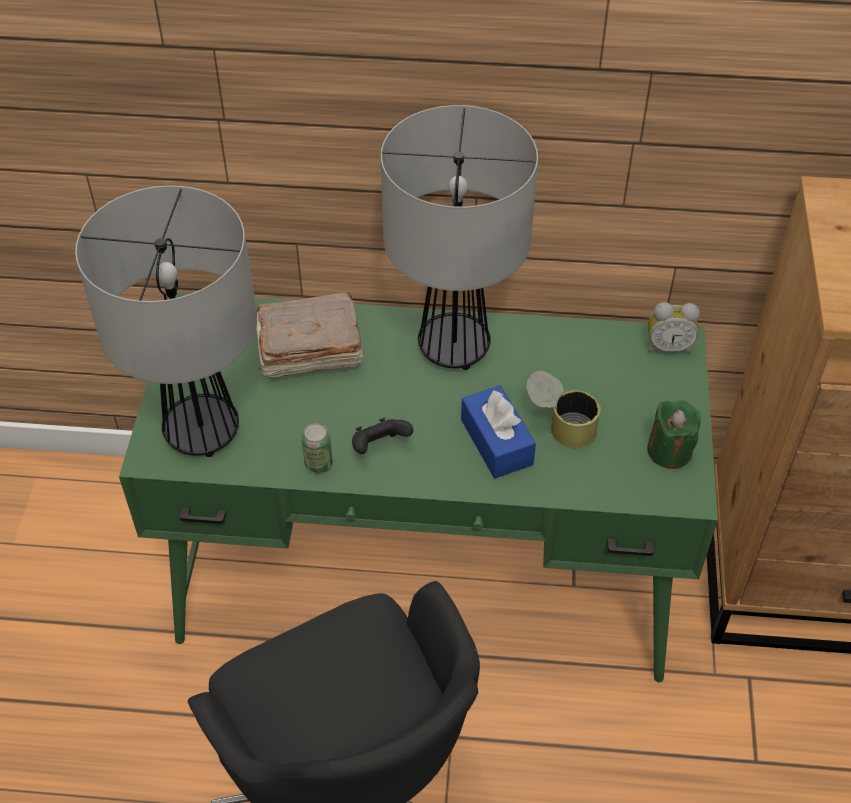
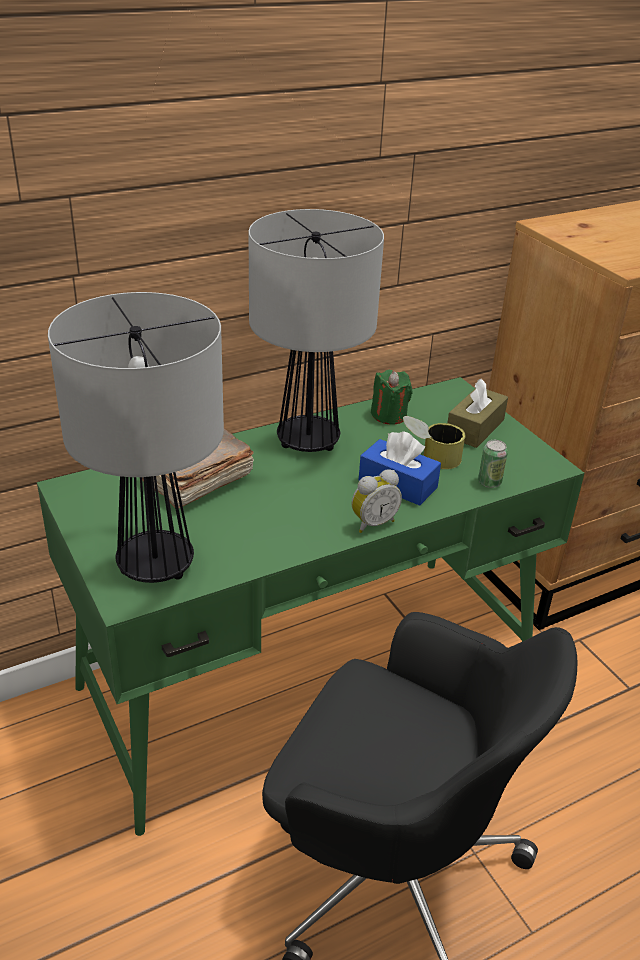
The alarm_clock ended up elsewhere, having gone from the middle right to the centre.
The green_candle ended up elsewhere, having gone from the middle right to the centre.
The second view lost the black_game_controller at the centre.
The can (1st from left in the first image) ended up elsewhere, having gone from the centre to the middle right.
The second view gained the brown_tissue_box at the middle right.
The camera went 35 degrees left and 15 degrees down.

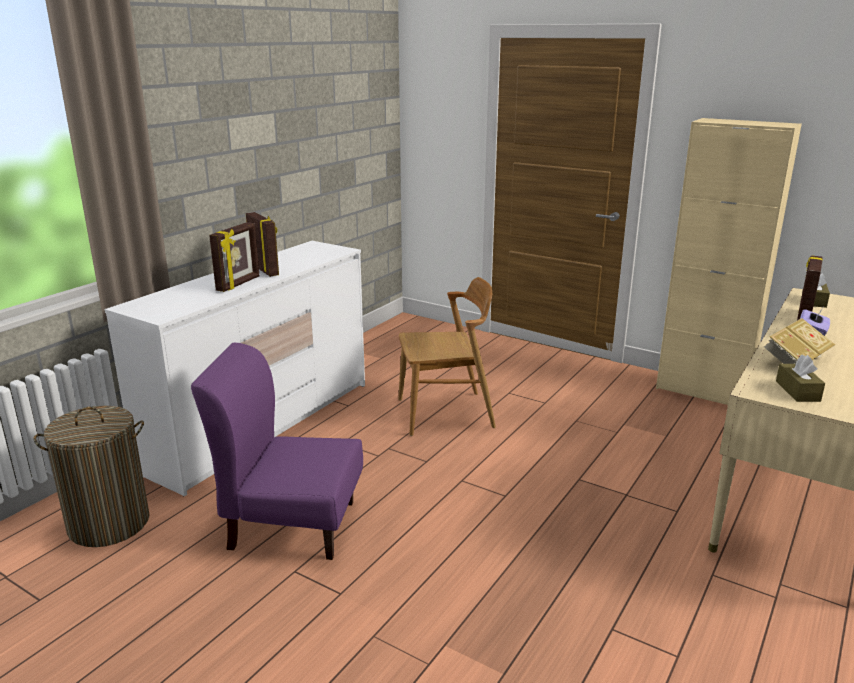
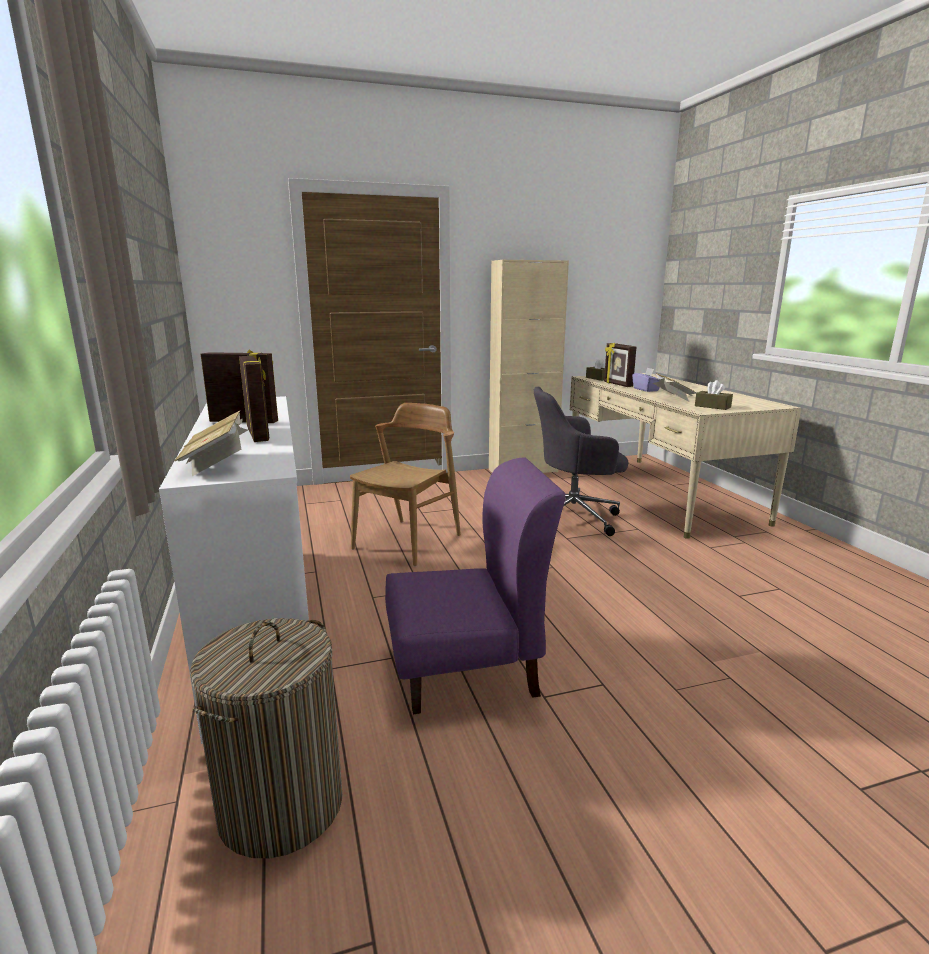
The purple_chair at the middle left ended up facing another way, 150 degrees counterclockwise from before.
The second view gained the grey_office_chair at the centre.
The second view gained the book (1st from left) at the middle left.
The camera went 50 degrees left and 5 degrees down.

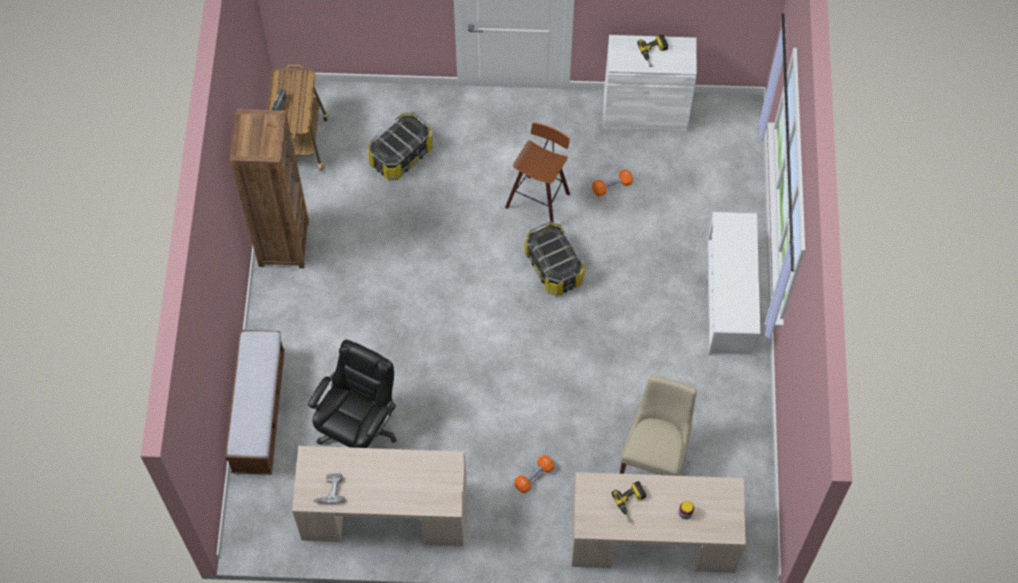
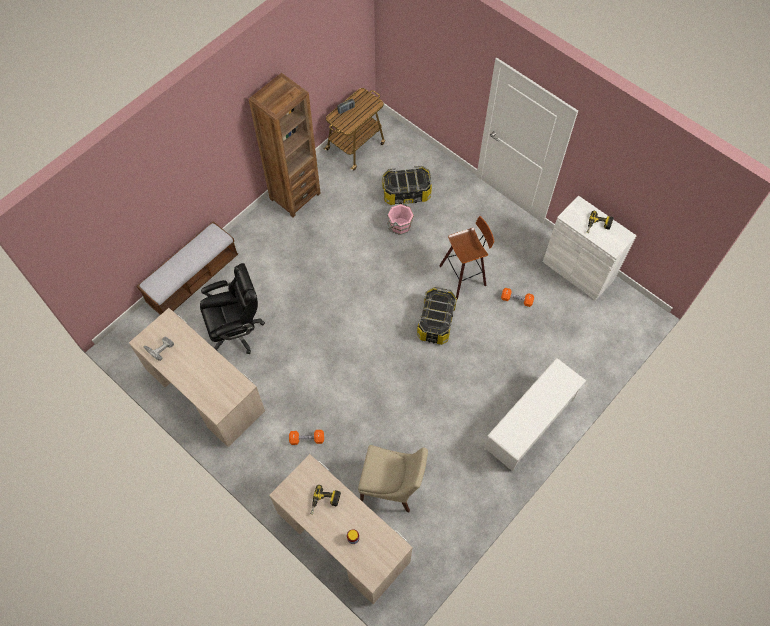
The beige_chair at the bottom centre ended up facing another way, 45 degrees clockwise from before.
The second view gained the pink_bucket at the centre.
The camera went 40 degrees right and 0 degrees up.

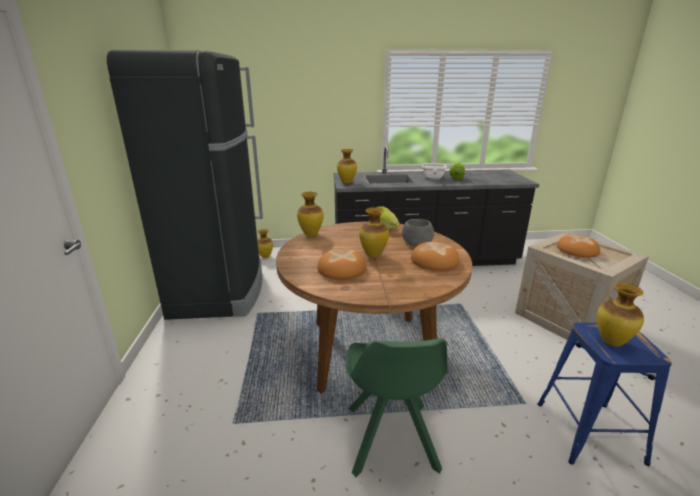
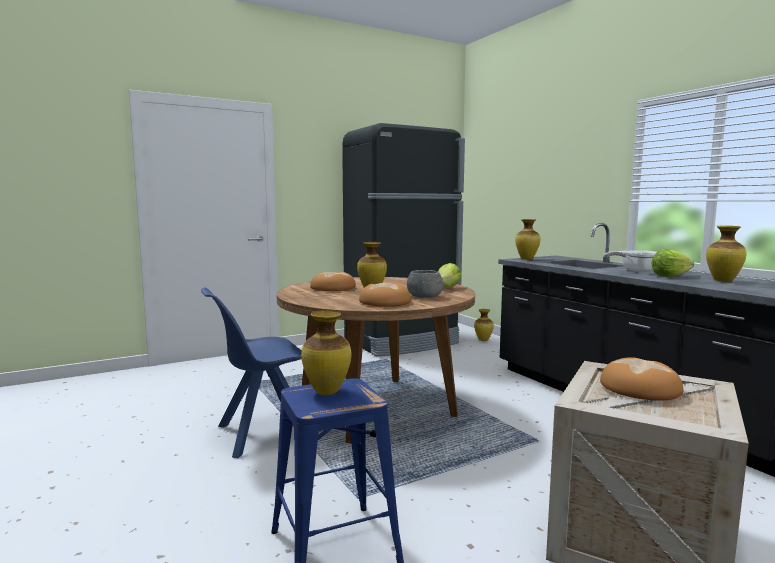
The vase (2nd from left in the first image) ended up elsewhere, having gone from the centre to the middle right.
What was the green_chair at the bottom centre turned into the blue_chair at the middle left.
The camera went 65 degrees right and 15 degrees down.

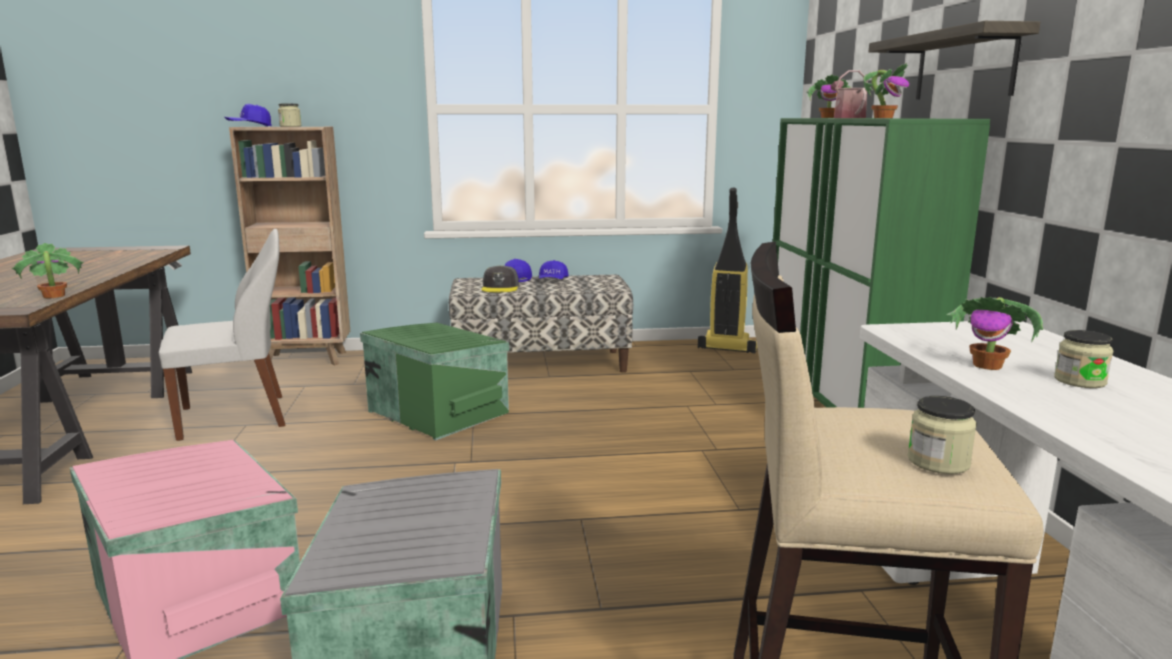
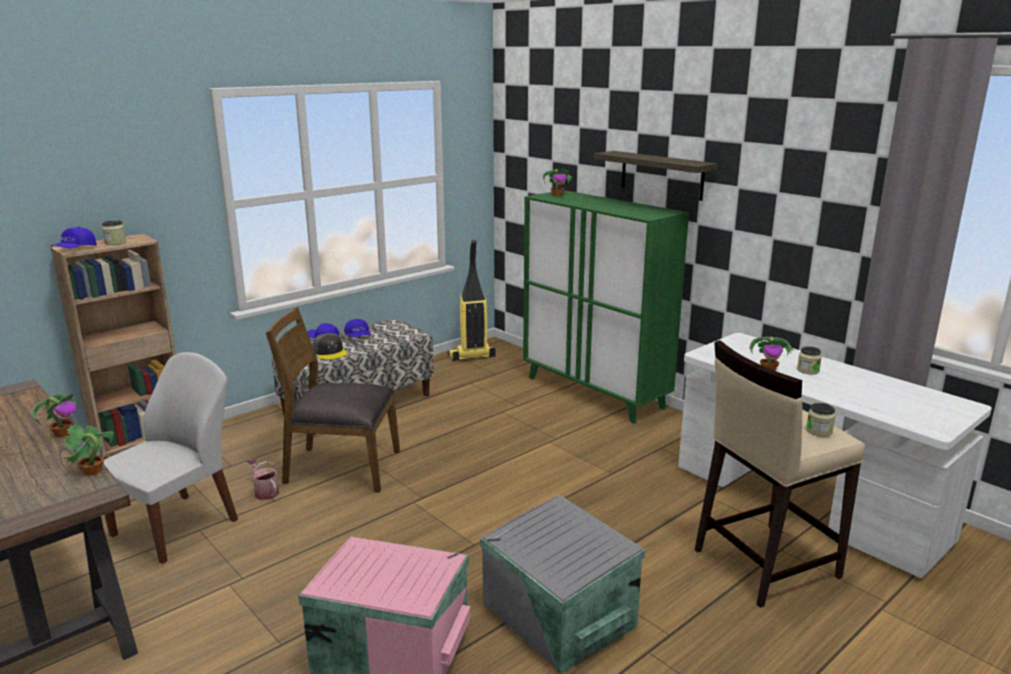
The potted_plant (3rd from left in the first image) ended up elsewhere, having gone from the top right to the middle left.
The watering_can ended up elsewhere, having gone from the top right to the bottom left.
Where the green_storage_box stood at the centre, the brown_chair came to stand at the middle left.
The camera went 35 degrees left and 5 degrees up.

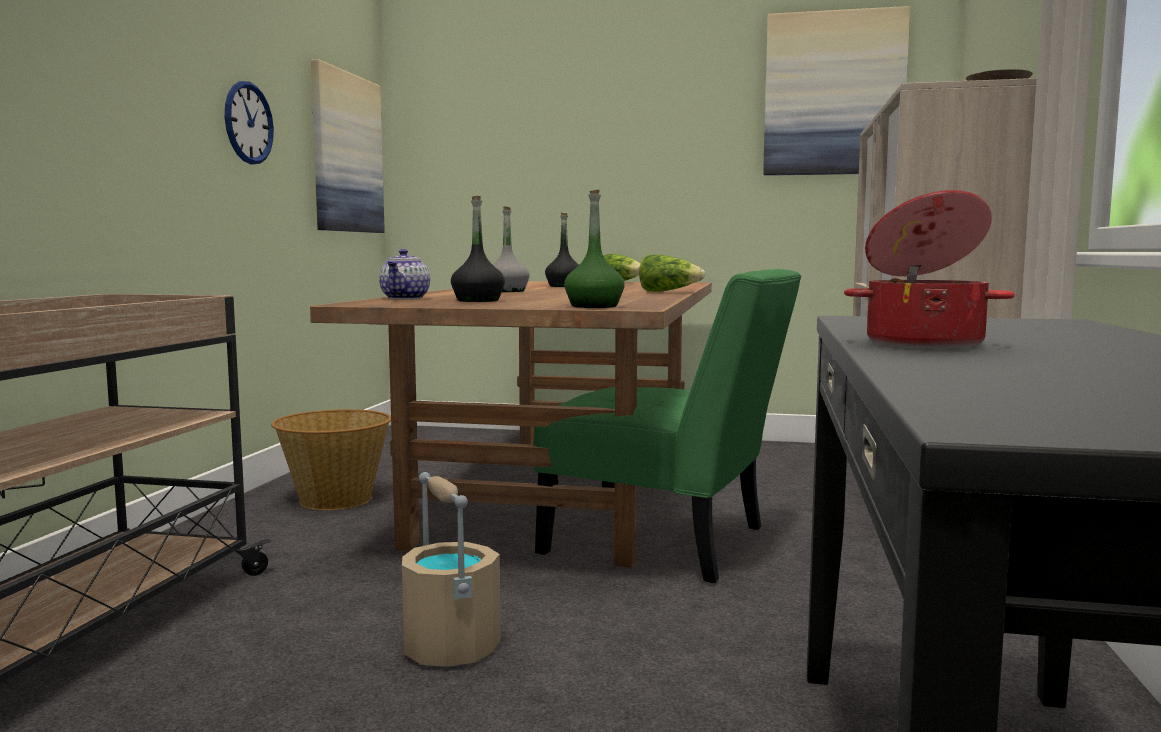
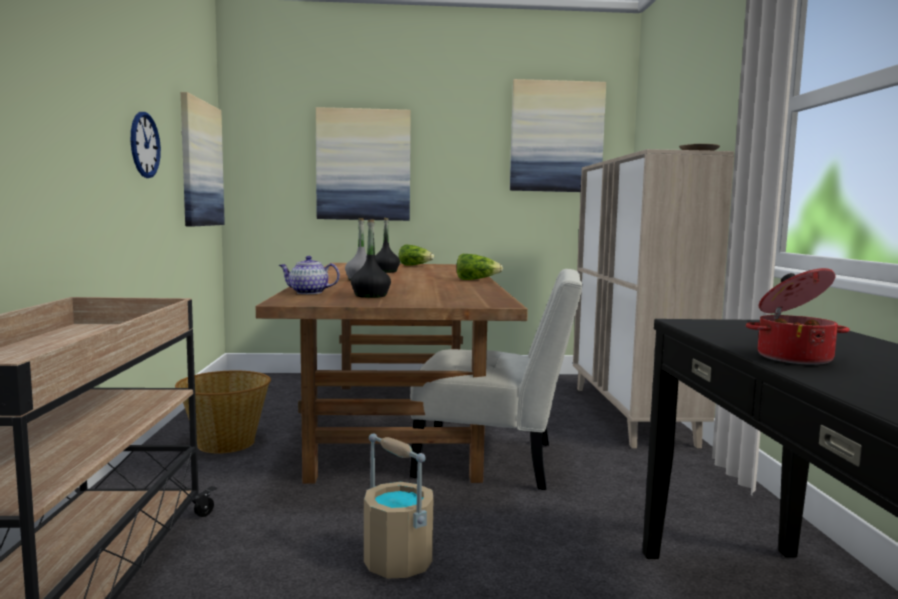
The second view lost the green_bottle at the centre.
The teapot at the centre ended up facing another way, 105 degrees clockwise from before.
What was the green_chair at the centre turned into the white_chair at the centre.
The second view gained the picture (2nd from left) at the top centre.
The camera went 15 degrees left and 0 degrees up.

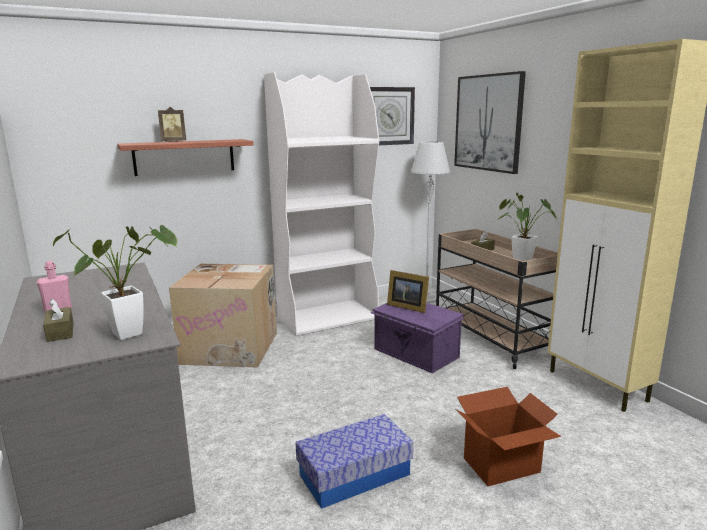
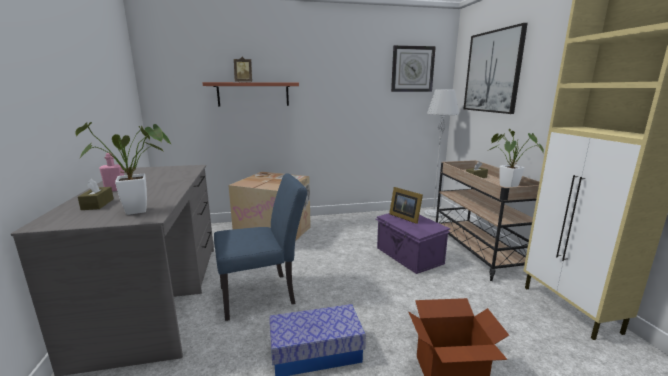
The second view lost the white_bookcase at the centre.
The second view gained the blue_chair at the centre.
The camera went 15 degrees right and 0 degrees up.

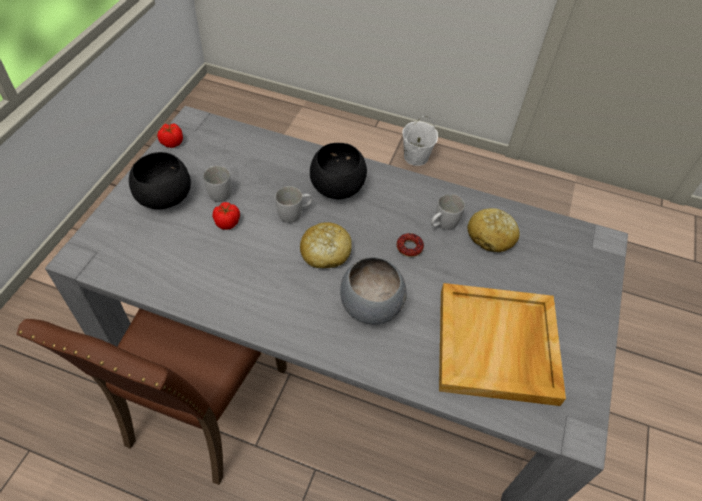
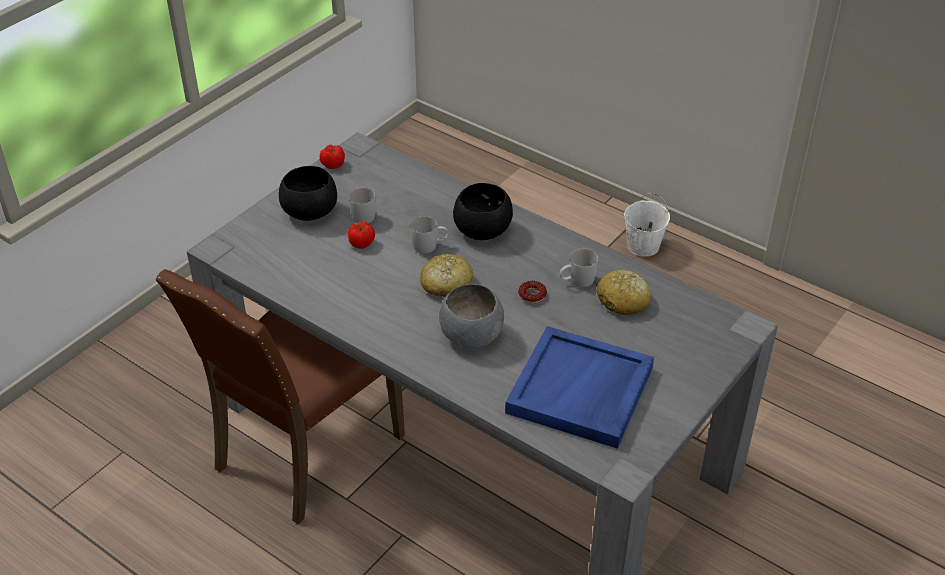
What was the beige_tray at the bottom right turned into the blue_tray at the bottom centre.
The camera went 20 degrees right and 10 degrees down.

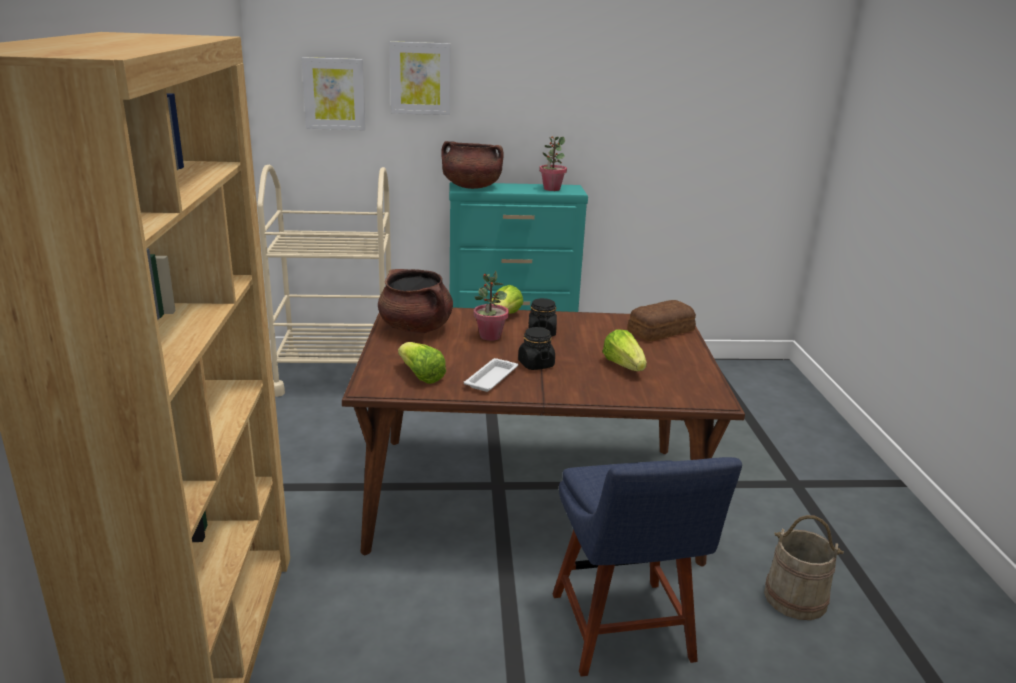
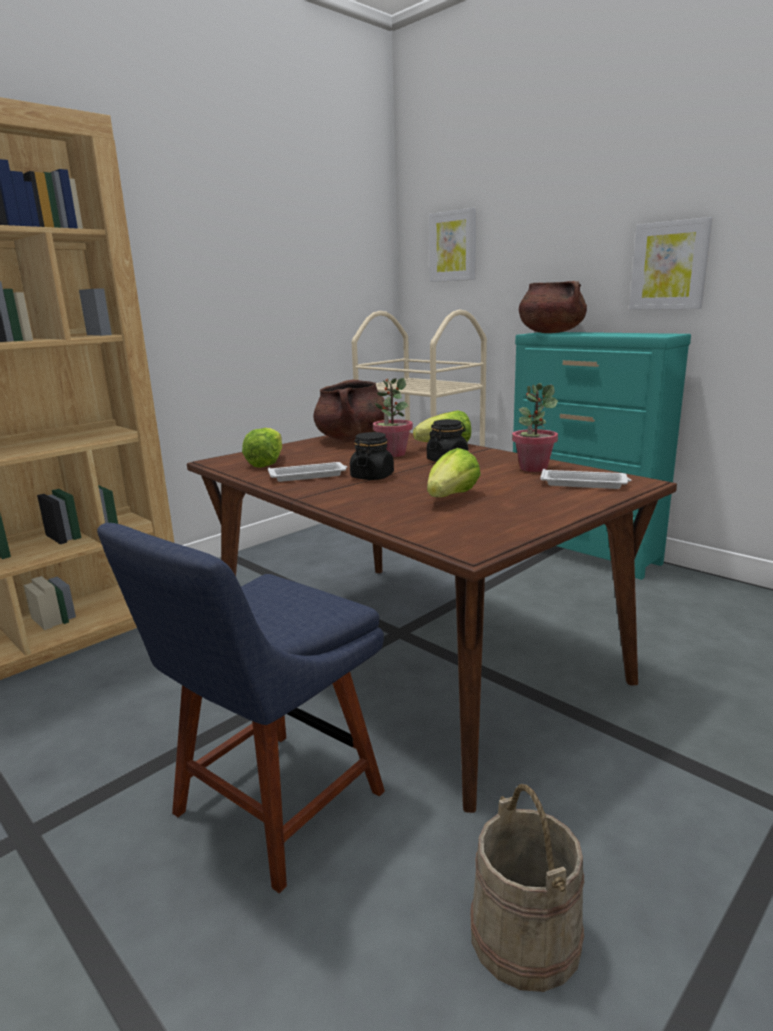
The picture (2nd from left) ended up elsewhere, having gone from the top centre to the top right.
The potted_plant (2nd from left) ended up elsewhere, having gone from the top centre to the middle right.
Where the bread stood at the centre, the white_tray (2nd from left) came to stand at the middle right.
The camera went 50 degrees right and 5 degrees down.

